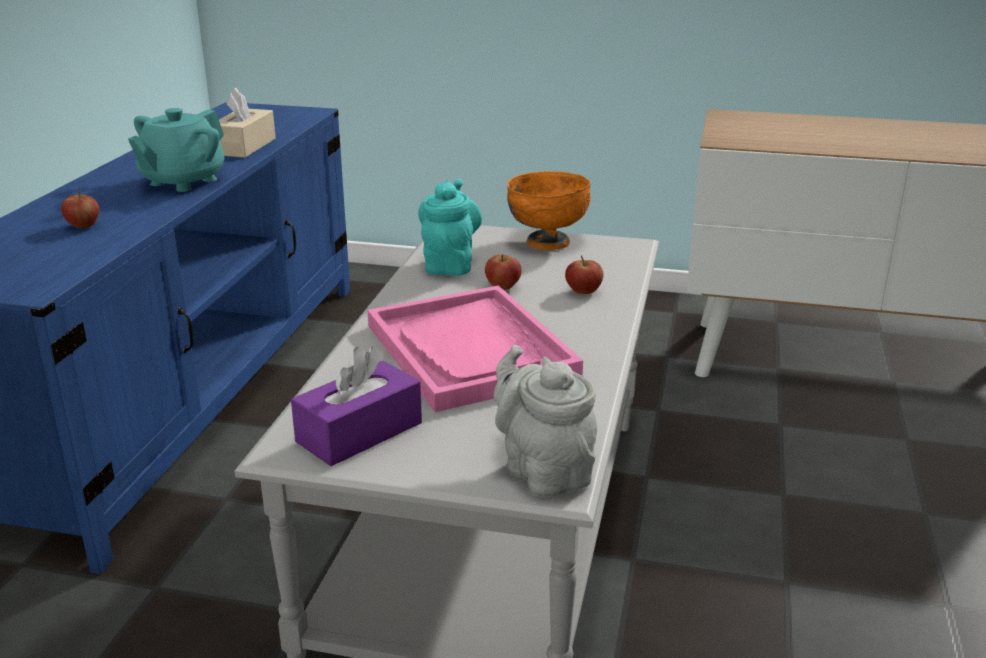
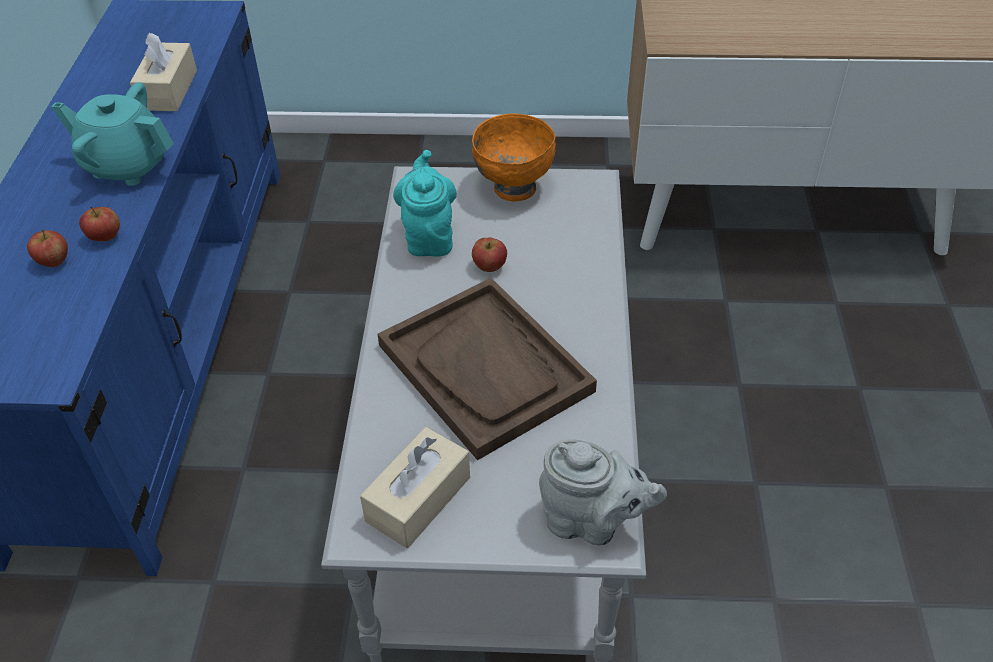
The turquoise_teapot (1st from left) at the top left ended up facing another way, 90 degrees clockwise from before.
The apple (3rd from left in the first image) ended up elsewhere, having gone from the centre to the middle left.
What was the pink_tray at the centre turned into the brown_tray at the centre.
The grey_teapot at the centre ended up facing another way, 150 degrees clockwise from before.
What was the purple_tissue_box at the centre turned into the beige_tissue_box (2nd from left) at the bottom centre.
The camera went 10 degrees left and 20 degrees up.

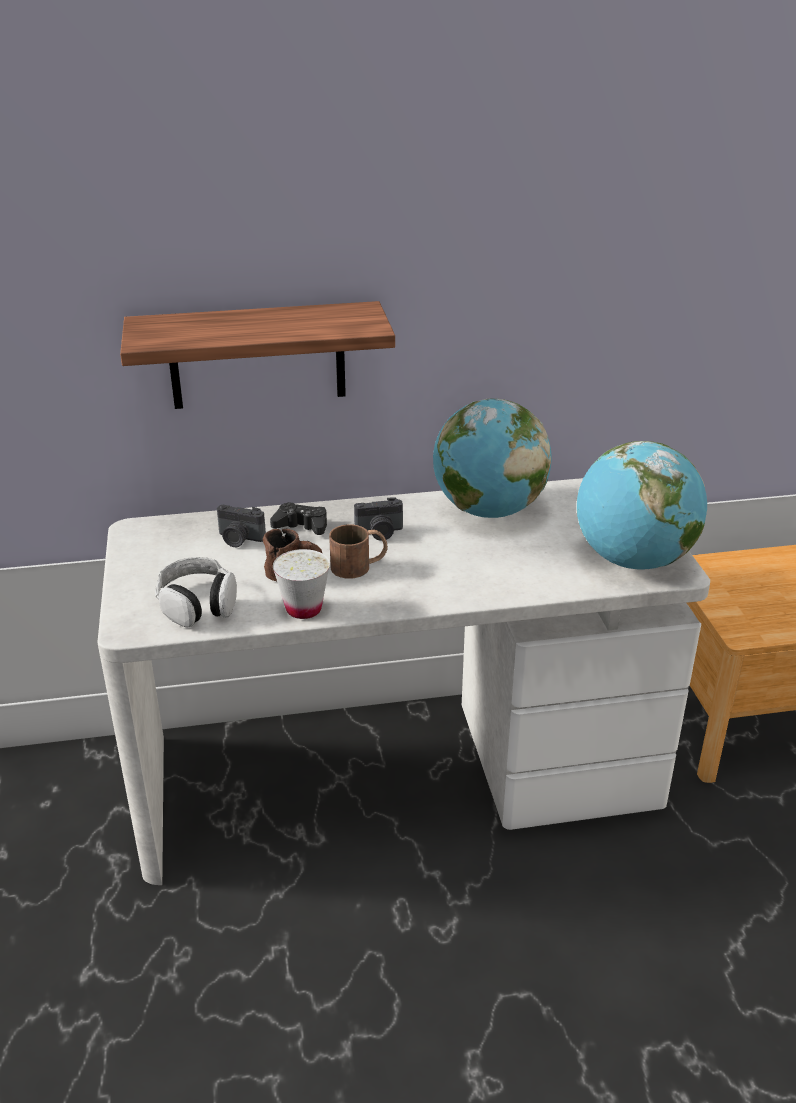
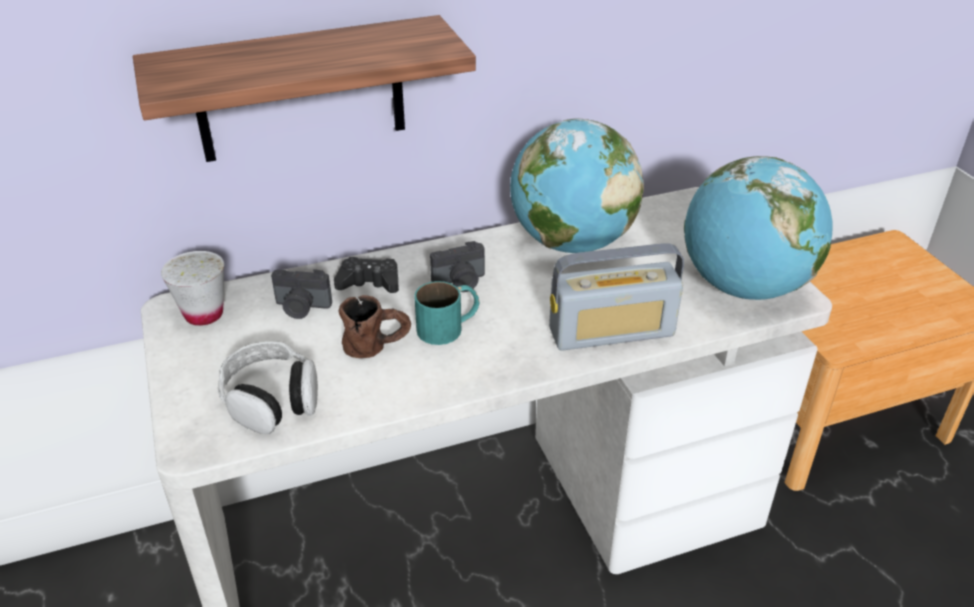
What was the brown_mug (2nd from left) at the centre turned into the turquoise_mug at the centre.
The white_cup ended up elsewhere, having gone from the centre to the middle left.
The second view gained the radio at the centre.
The camera went 10 degrees left and 5 degrees up.

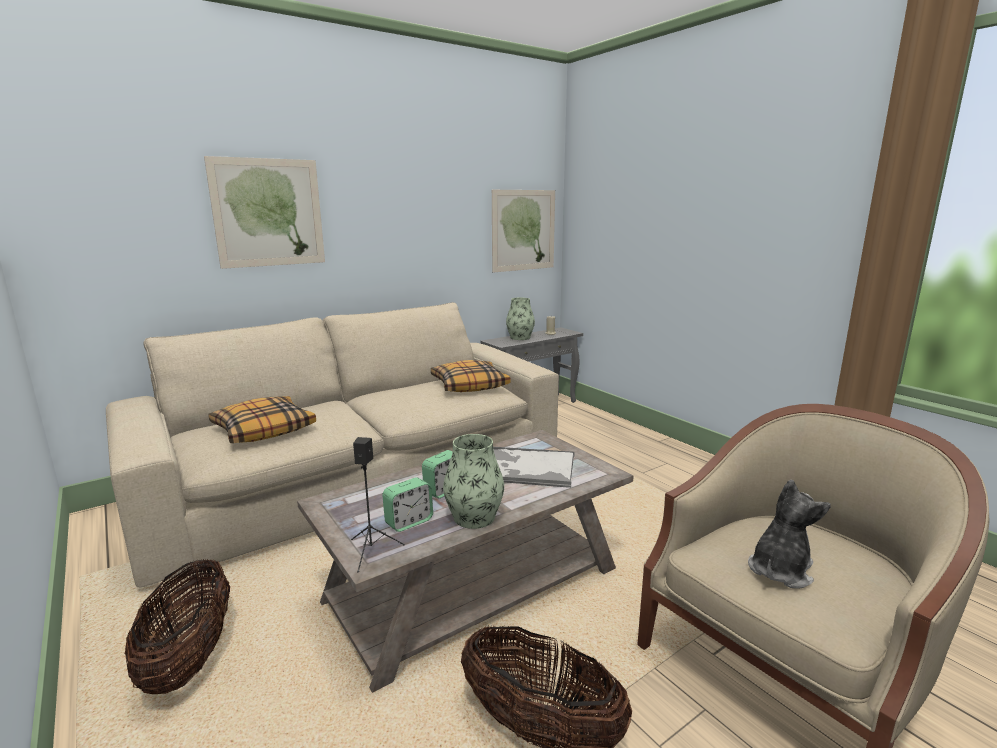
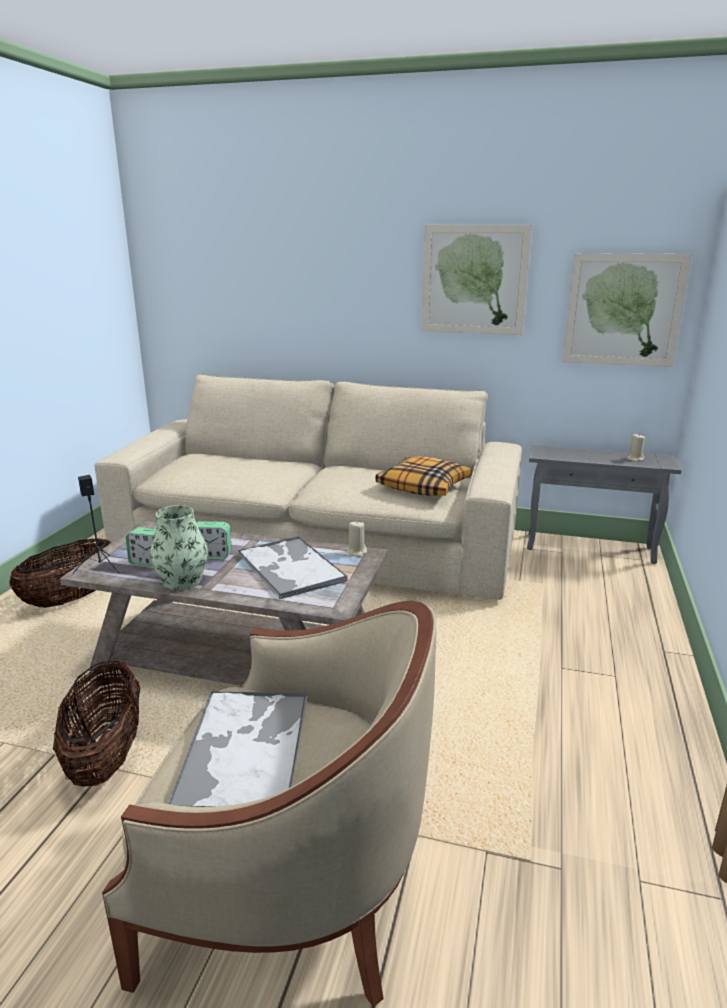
The picture (1st from left) ended up elsewhere, having gone from the top left to the top centre.
The second view lost the vase (2nd from left) at the centre.
The second view lost the pillow (1st from left) at the middle left.
Where the plush_toy stood at the bottom right, the tray (1st from left) came to stand at the bottom left.
The second view gained the beige_candle (1st from left) at the centre.
The camera went 50 degrees right and 5 degrees up.

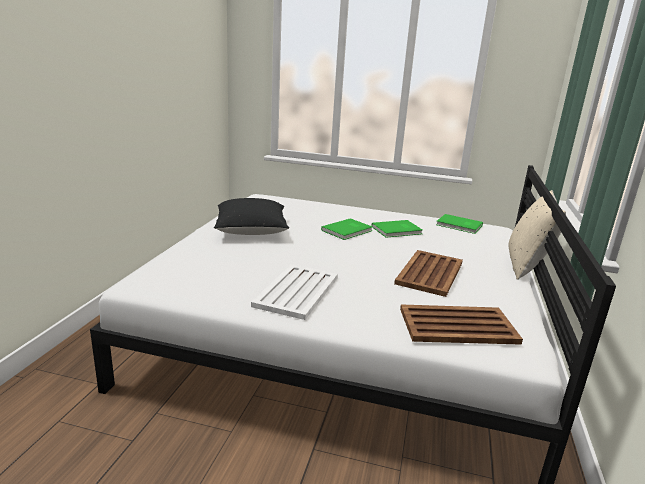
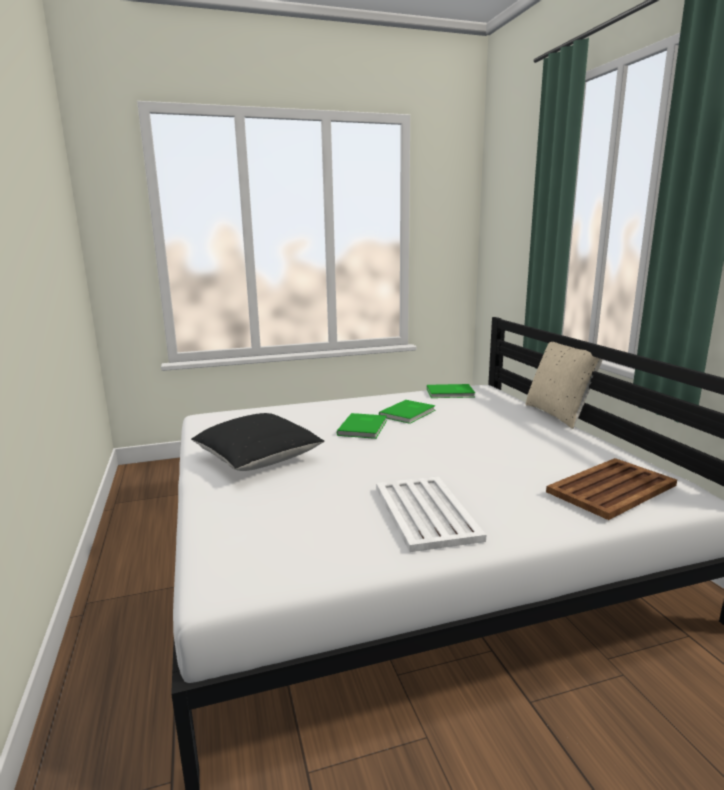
The second view lost the brown_tray (1st from left) at the centre.
The camera went 30 degrees left and 5 degrees down.

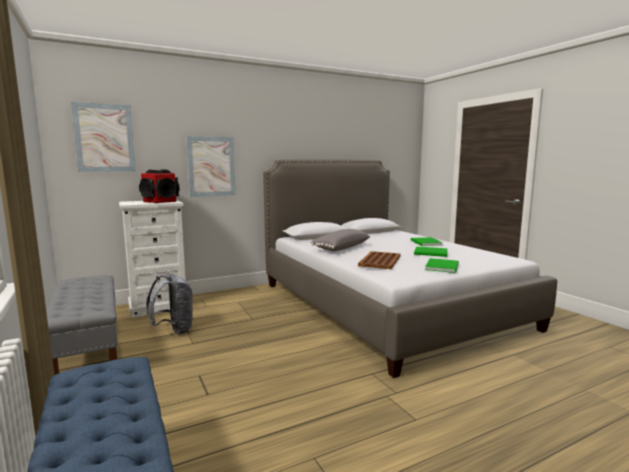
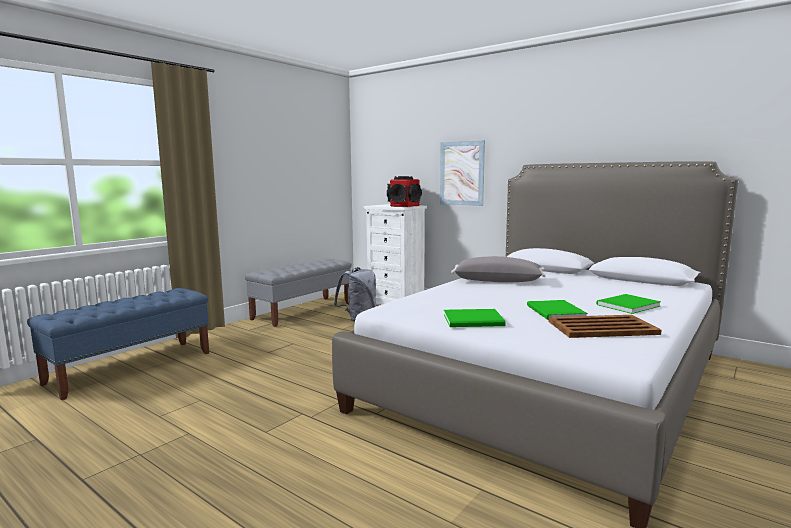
The second view lost the picture (1st from left) at the top left.
The brown_tray ended up elsewhere, having gone from the centre to the middle right.
The camera went 65 degrees right and 0 degrees up.

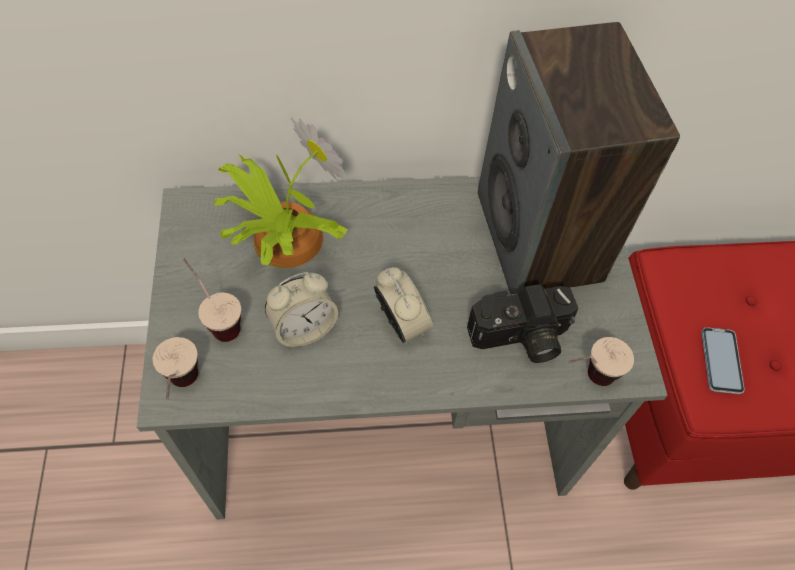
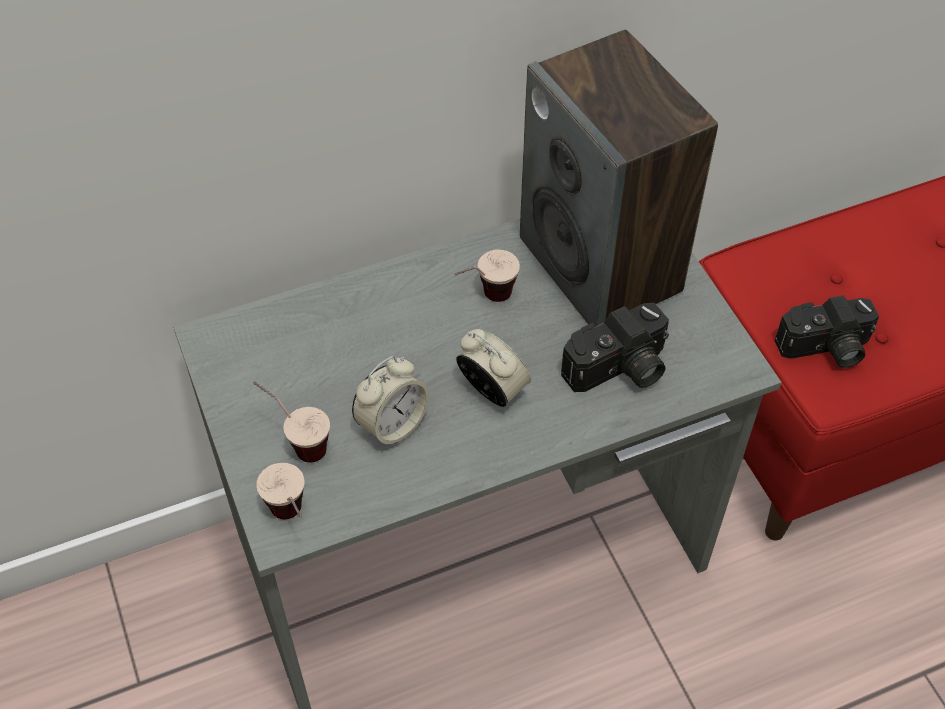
The second view lost the potted_plant at the centre.
Where the phone stood at the middle right, the photo_camera (2nd from left) came to stand at the middle right.
The cup (3rd from left) ended up elsewhere, having gone from the middle right to the centre.
The camera went 15 degrees left and 5 degrees down.

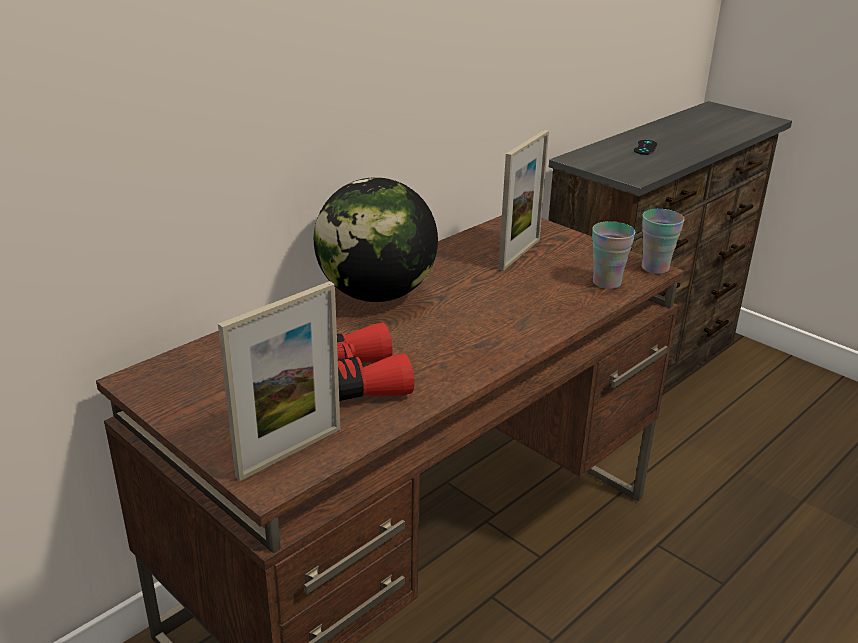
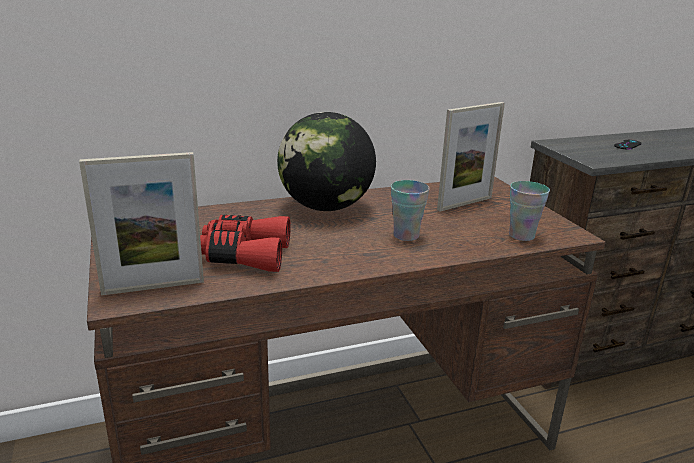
The cup (2nd from left in the first image) ended up elsewhere, having gone from the middle right to the centre.
The camera went 25 degrees right and 5 degrees down.

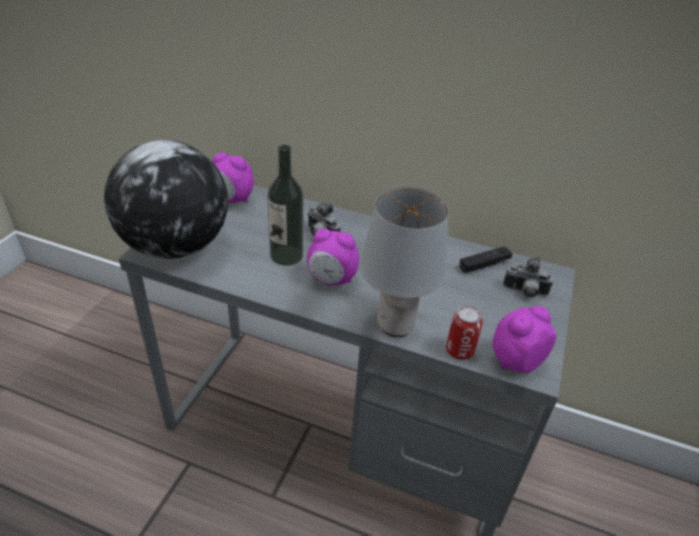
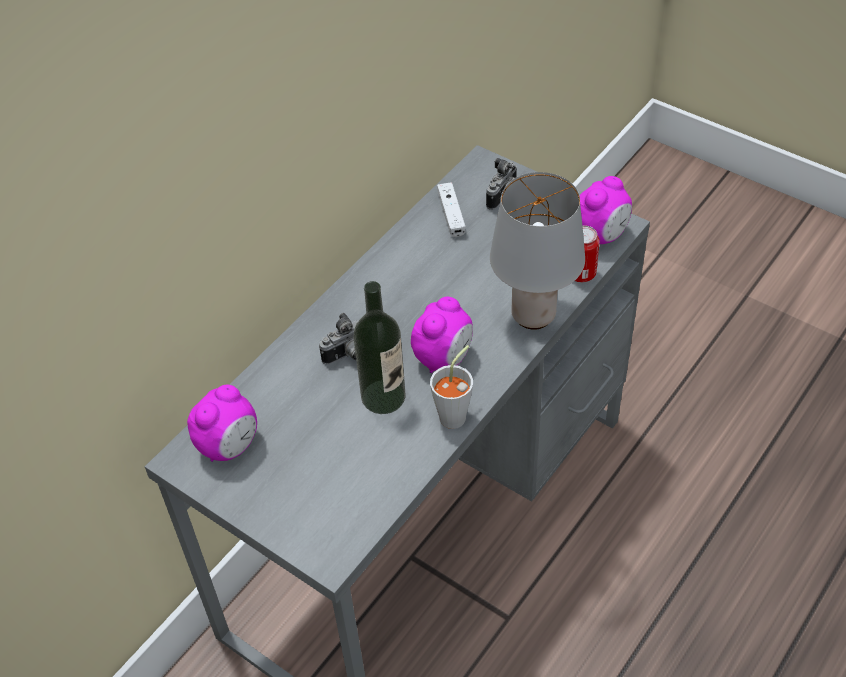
The second view lost the globe at the middle left.
What was the black_game_controller at the middle right turned into the white_game_controller at the top centre.
The alarm_clock (3rd from left) at the middle right ended up facing another way, 120 degrees counterclockwise from before.
The second view gained the grey_cup at the centre.
The camera went 70 degrees left and 10 degrees up.

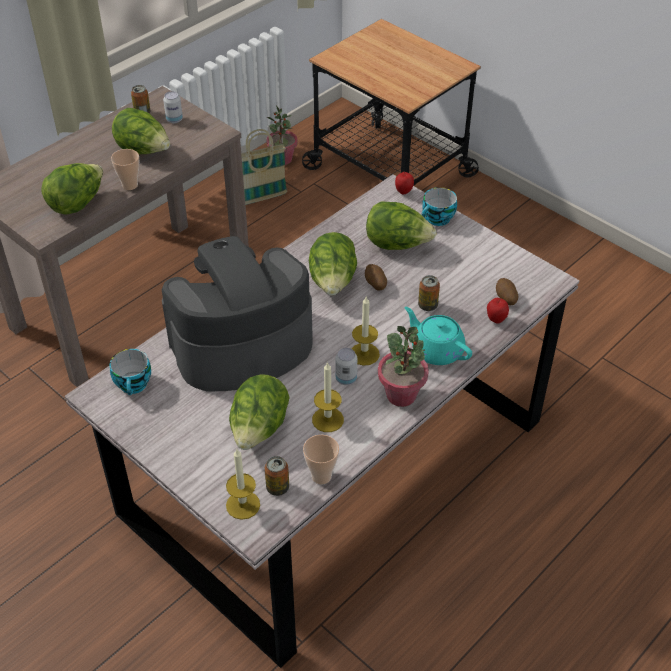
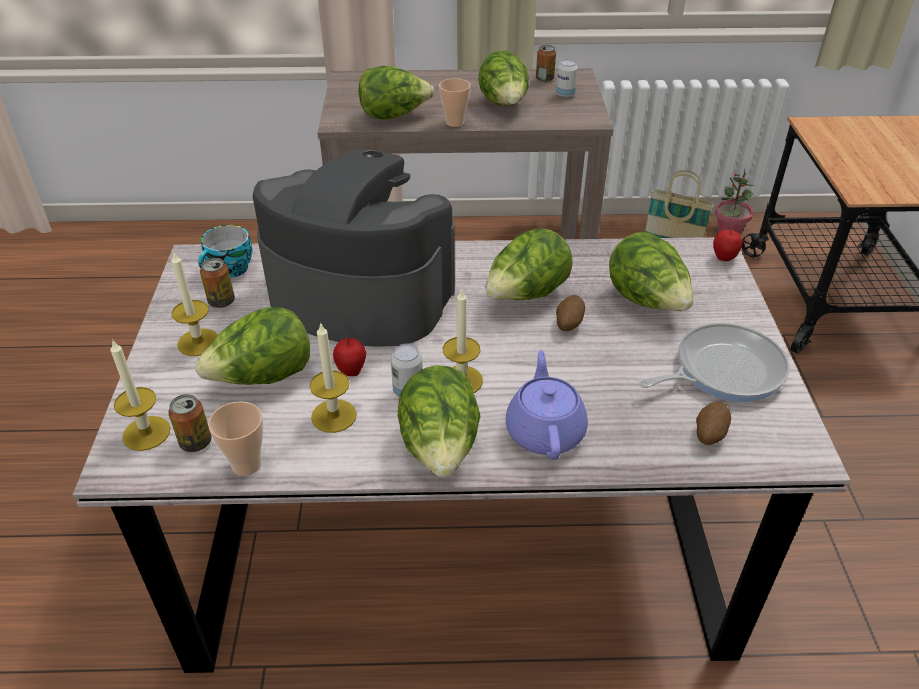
The second view lost the cup (4th from left) at the top centre.
The can (5th from left in the first image) ended up elsewhere, having gone from the centre to the middle left.
The apple (2nd from left in the first image) ended up elsewhere, having gone from the middle right to the centre.
What was the turquoise_teapot at the centre turned into the purple_teapot at the centre.
Where the potted_plant (2nd from left) stood at the centre, the lettuce (3rd from left) came to stand at the centre.
The second view gained the candle (2nd from left) at the middle left.
The second view gained the frying_pan at the middle right.
The camera went 45 degrees right and 5 degrees down.

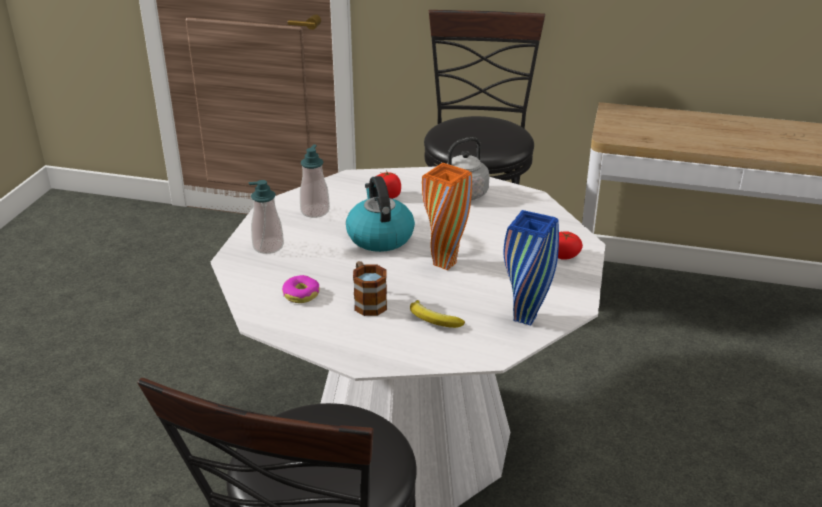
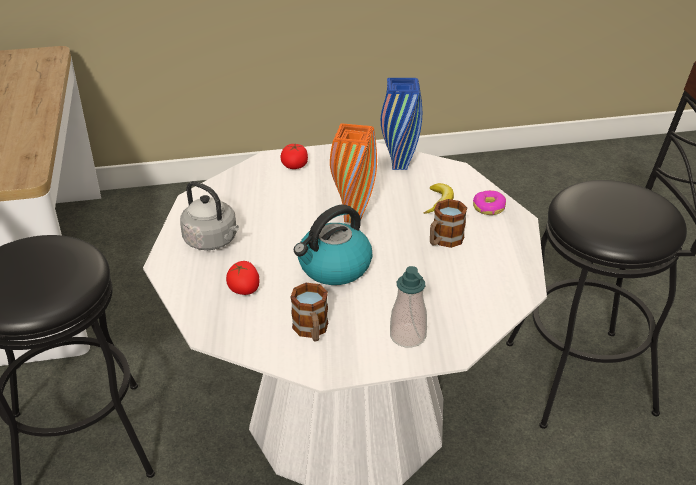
Where the soap_dispenser (2nd from left) stood at the centre, the mug (1st from left) came to stand at the centre.
The donut ended up elsewhere, having gone from the centre to the middle right.
The camera went 115 degrees left and 5 degrees up.

